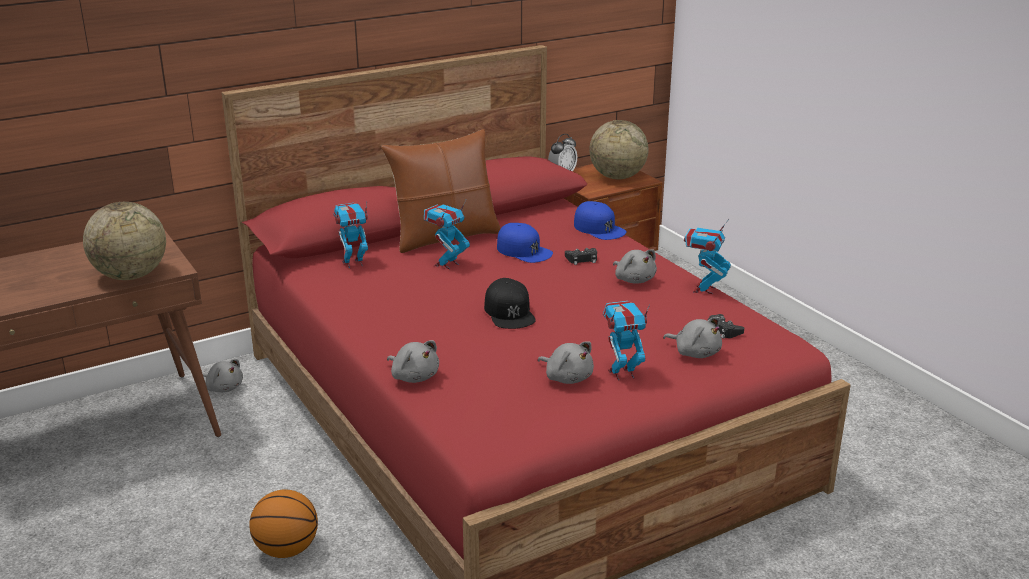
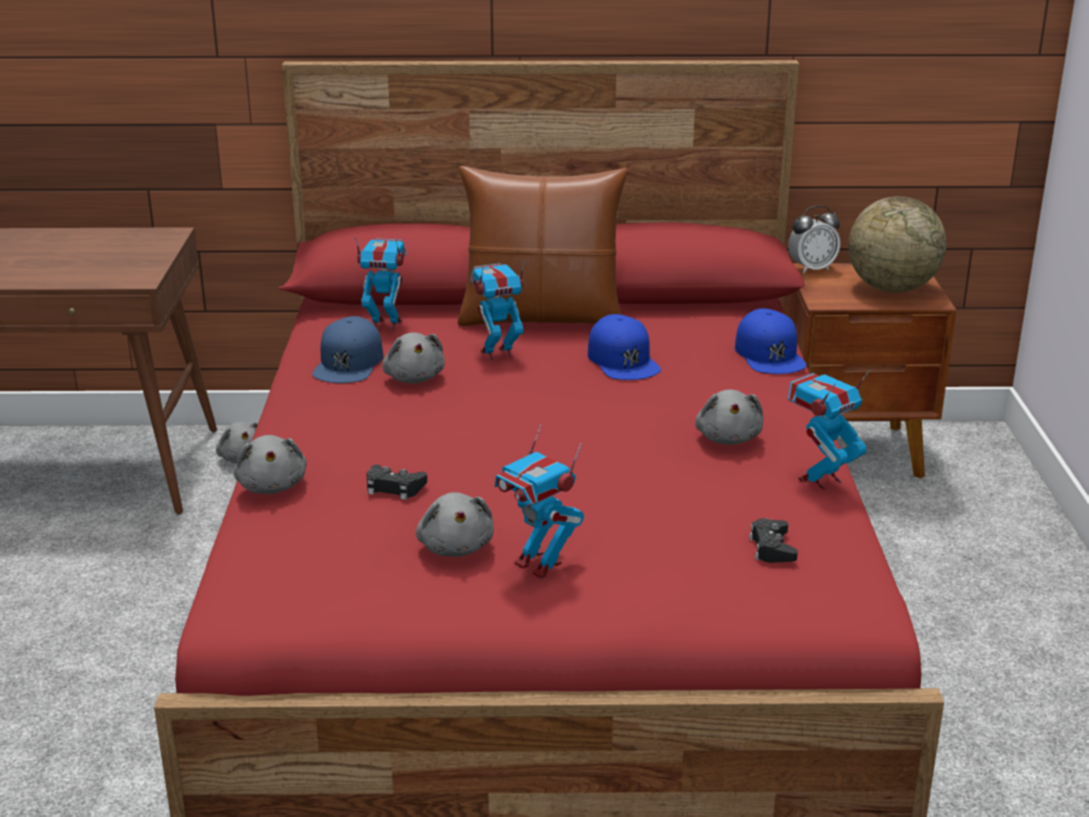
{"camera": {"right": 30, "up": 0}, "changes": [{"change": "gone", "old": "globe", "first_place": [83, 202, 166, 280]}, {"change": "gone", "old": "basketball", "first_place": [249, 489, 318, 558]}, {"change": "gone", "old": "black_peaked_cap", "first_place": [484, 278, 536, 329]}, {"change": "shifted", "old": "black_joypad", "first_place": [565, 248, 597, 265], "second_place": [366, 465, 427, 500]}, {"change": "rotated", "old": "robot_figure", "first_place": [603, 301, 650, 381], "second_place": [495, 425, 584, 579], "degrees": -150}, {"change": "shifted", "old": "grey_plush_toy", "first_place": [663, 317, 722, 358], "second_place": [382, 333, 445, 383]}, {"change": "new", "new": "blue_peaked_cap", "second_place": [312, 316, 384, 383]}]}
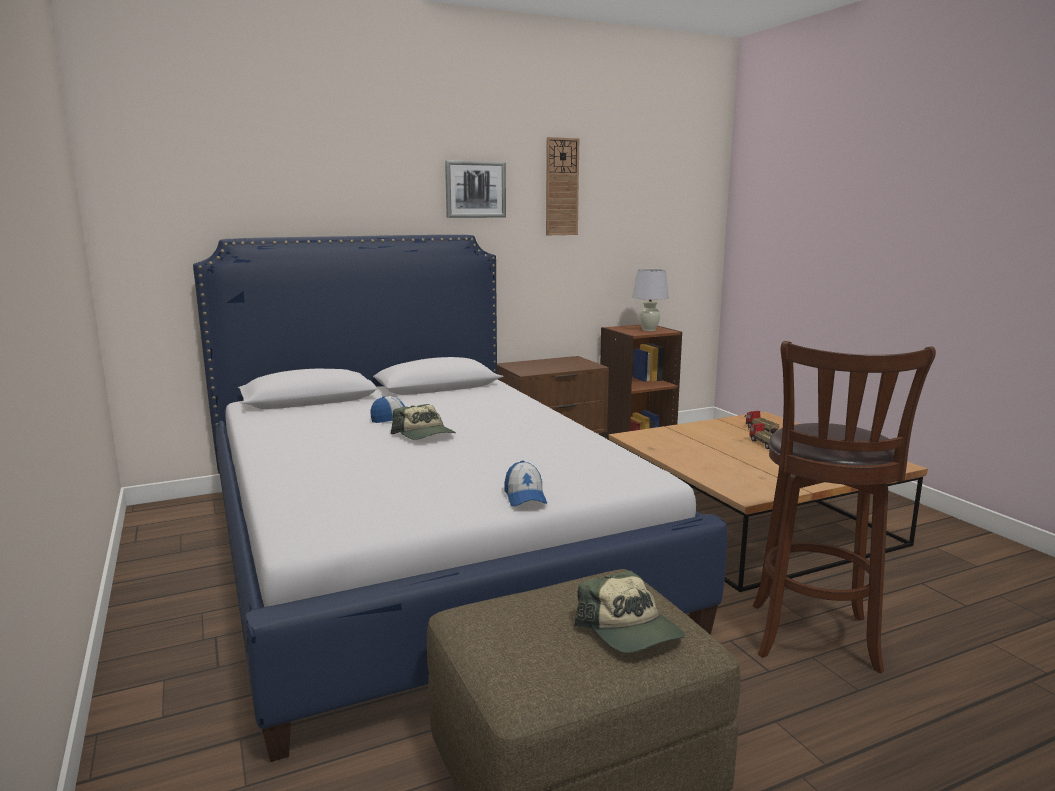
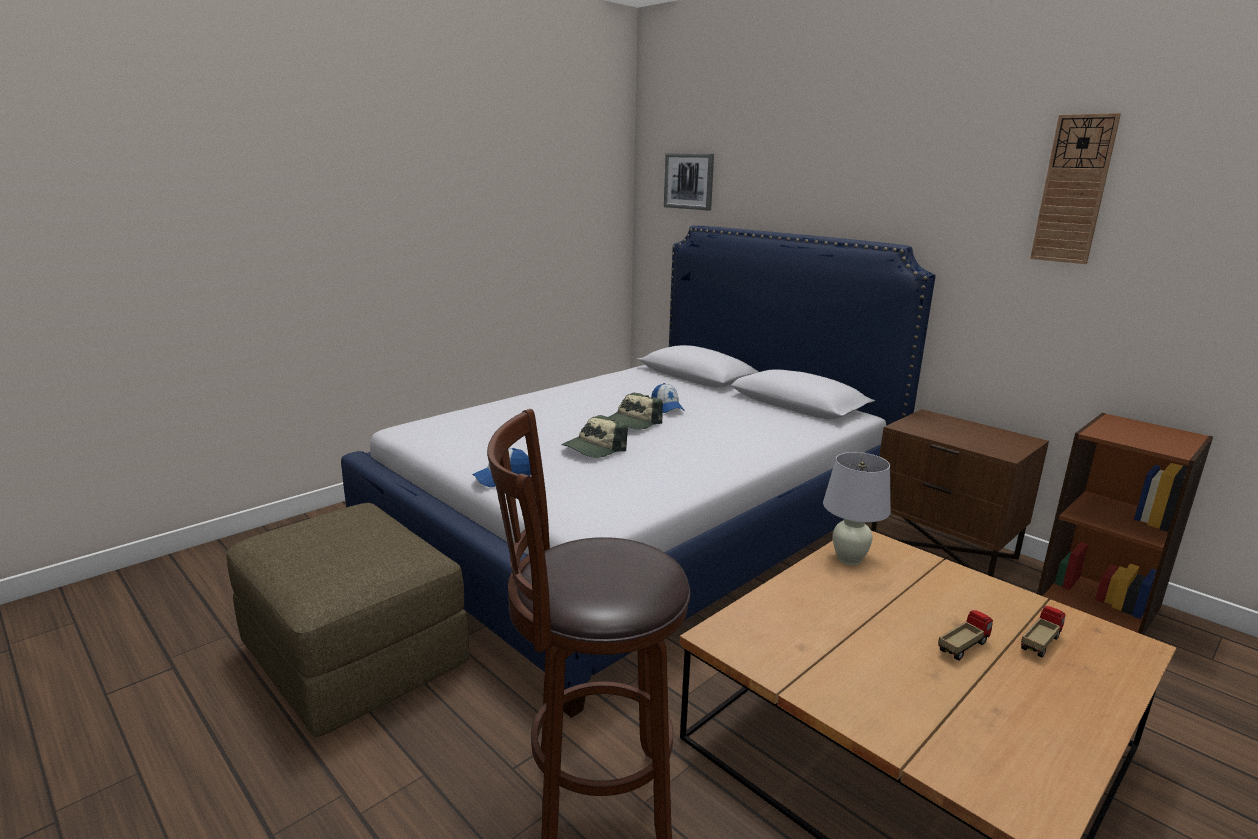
{"camera": {"right": 70, "up": 5}, "changes": [{"change": "shifted", "old": "picture", "first_place": [445, 160, 506, 218], "second_place": [664, 153, 714, 210]}, {"change": "shifted", "old": "peaked_cap", "first_place": [574, 571, 685, 653], "second_place": [561, 415, 628, 458]}, {"change": "shifted", "old": "white_lamp_for_a_table", "first_place": [632, 269, 669, 331], "second_place": [823, 452, 891, 565]}]}
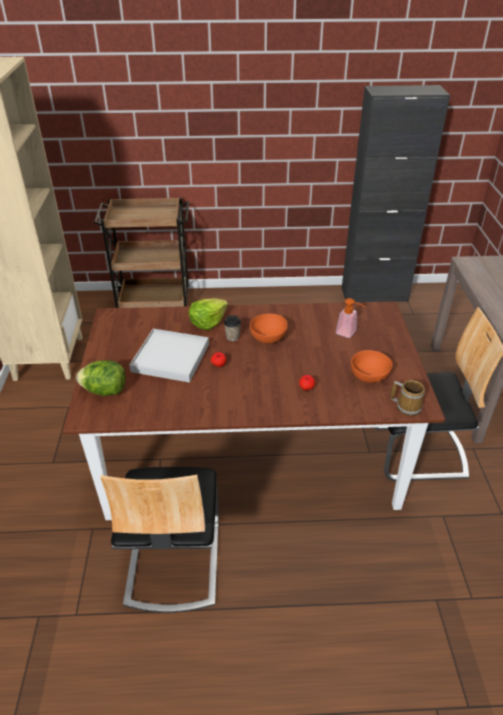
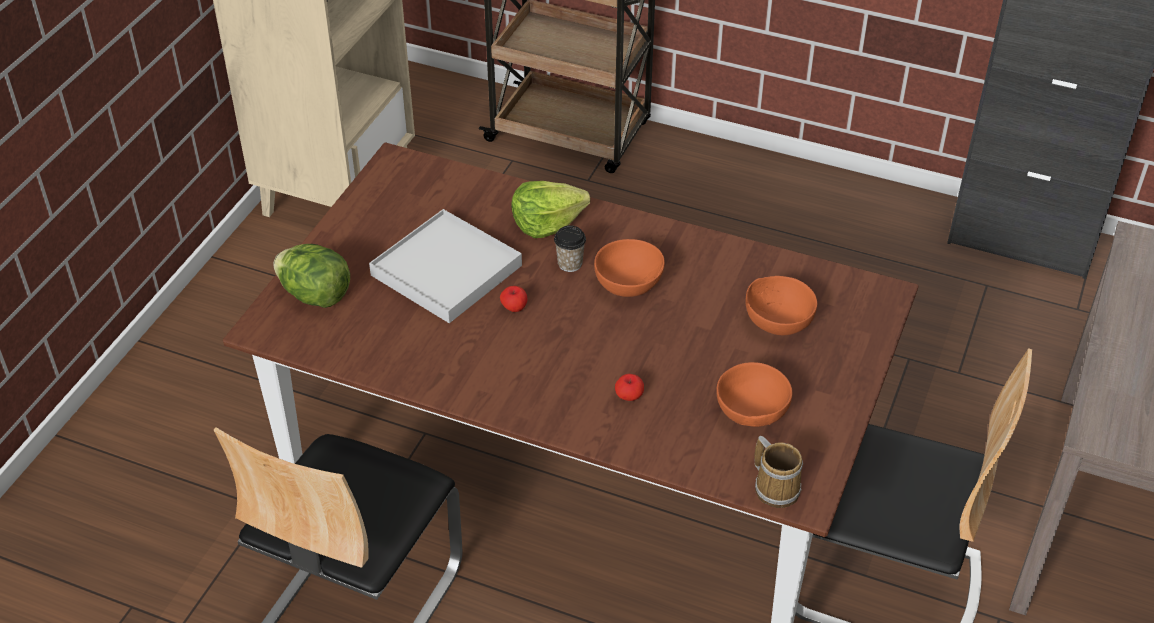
{"camera": {"right": 25, "up": 5}, "changes": [{"change": "swapped", "old": "liquid_soap_bottle", "new": "orangey_bowl", "first_place": [336, 298, 365, 338], "second_place": [746, 276, 817, 335]}]}
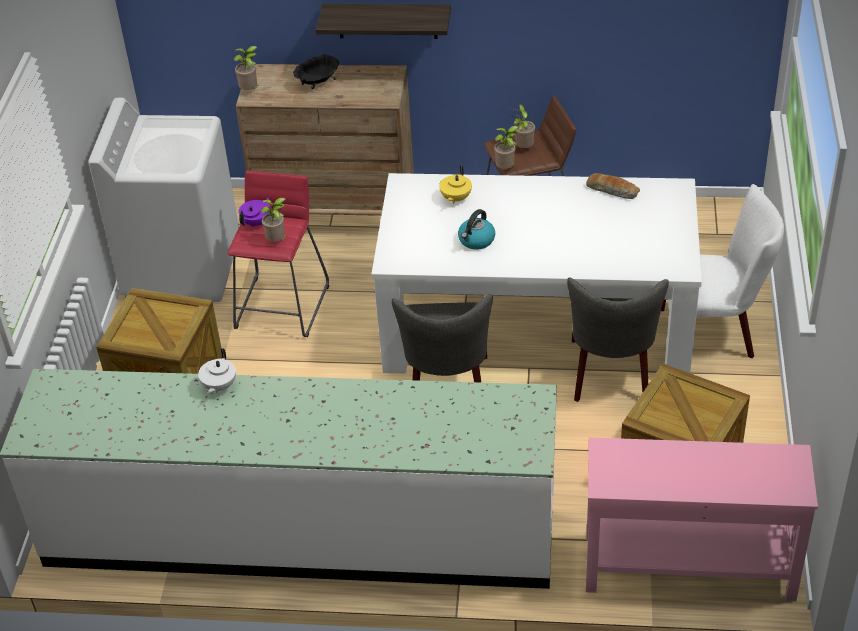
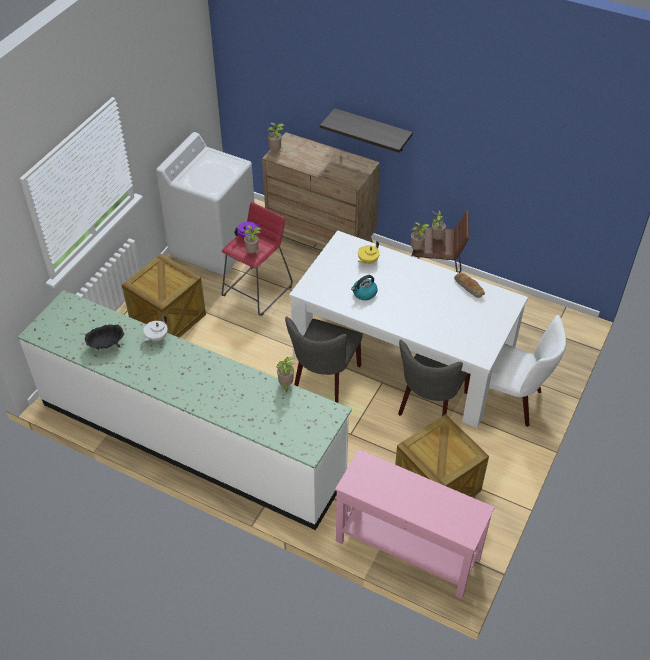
{"camera": {"right": 20, "up": 5}, "changes": [{"change": "shifted", "old": "black_bowl", "first_place": [293, 54, 339, 89], "second_place": [85, 324, 124, 350]}, {"change": "new", "new": "plant_in_a_pot", "second_place": [276, 357, 294, 392]}]}
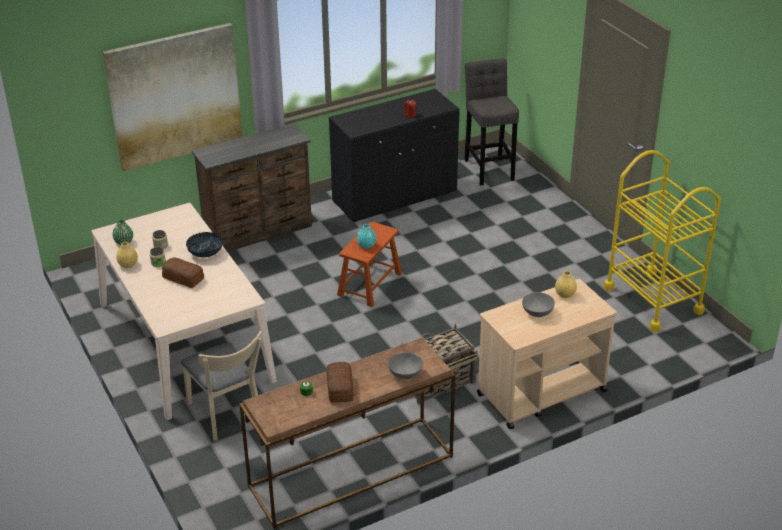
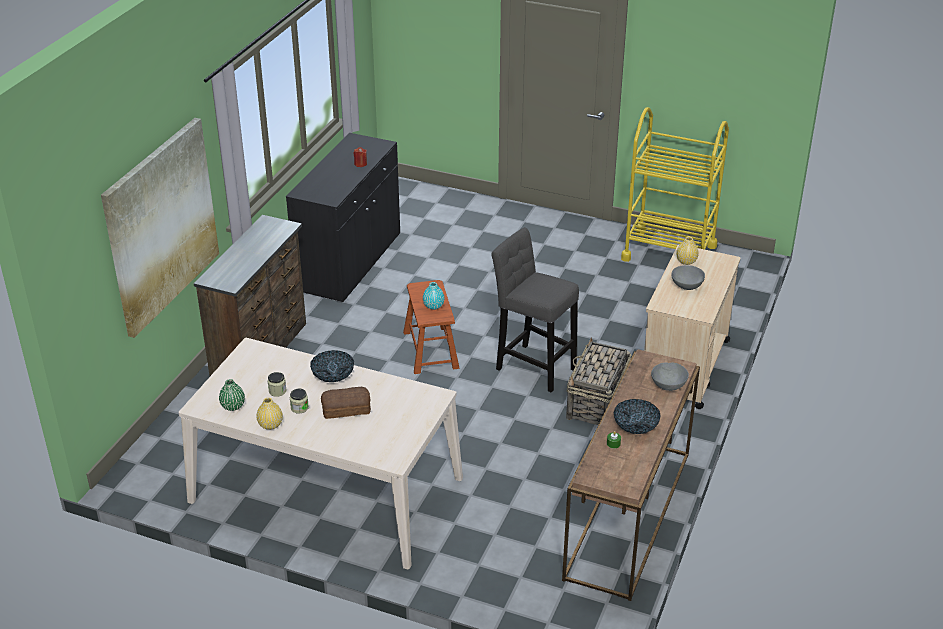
{"camera": {"right": -40, "up": 0}, "changes": [{"change": "gone", "old": "beige-coloured_plain_chair", "first_place": [181, 331, 262, 441]}, {"change": "swapped", "old": "baked_bread", "new": "bowl", "first_place": [326, 362, 354, 403], "second_place": [614, 399, 661, 434]}, {"change": "shifted", "old": "grey_stool", "first_place": [464, 58, 519, 185], "second_place": [491, 227, 579, 392]}]}
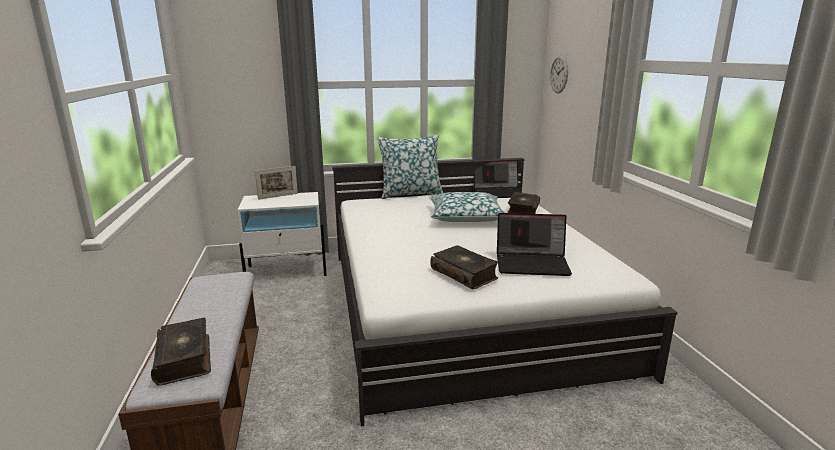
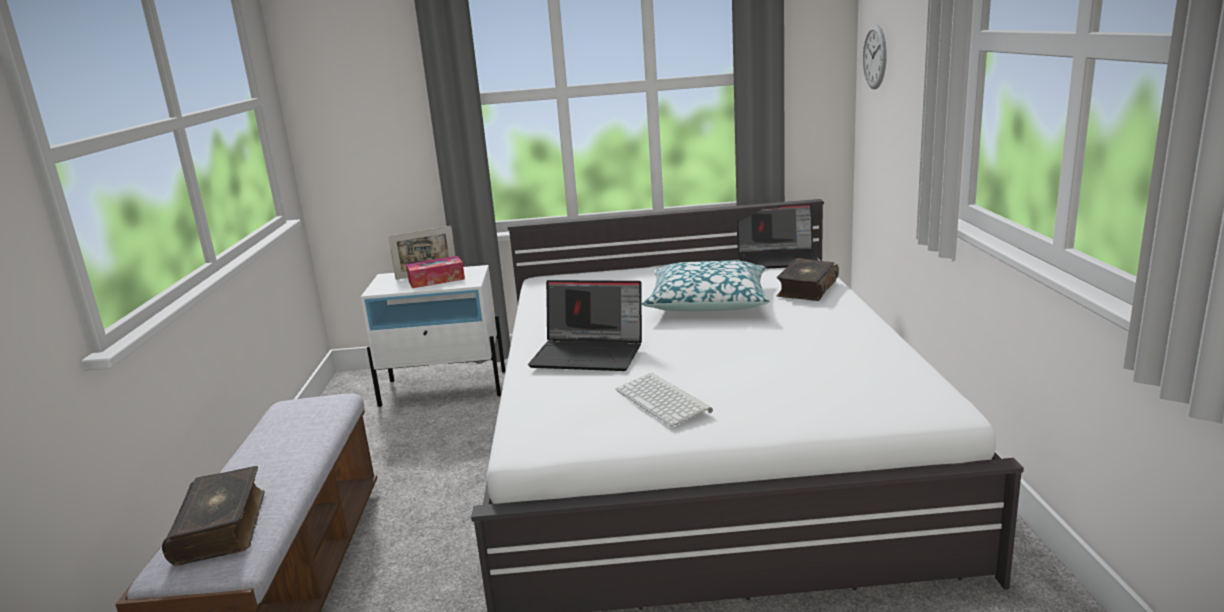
{"camera": {"right": 10, "up": 0}, "changes": [{"change": "gone", "old": "pillow", "first_place": [377, 135, 443, 199]}, {"change": "swapped", "old": "book", "new": "computer_keyboard", "first_place": [430, 245, 498, 289], "second_place": [615, 373, 713, 426]}, {"change": "shifted", "old": "laptop", "first_place": [497, 213, 572, 276], "second_place": [528, 280, 642, 371]}, {"change": "new", "new": "box_of_tissues", "second_place": [406, 256, 465, 288]}]}
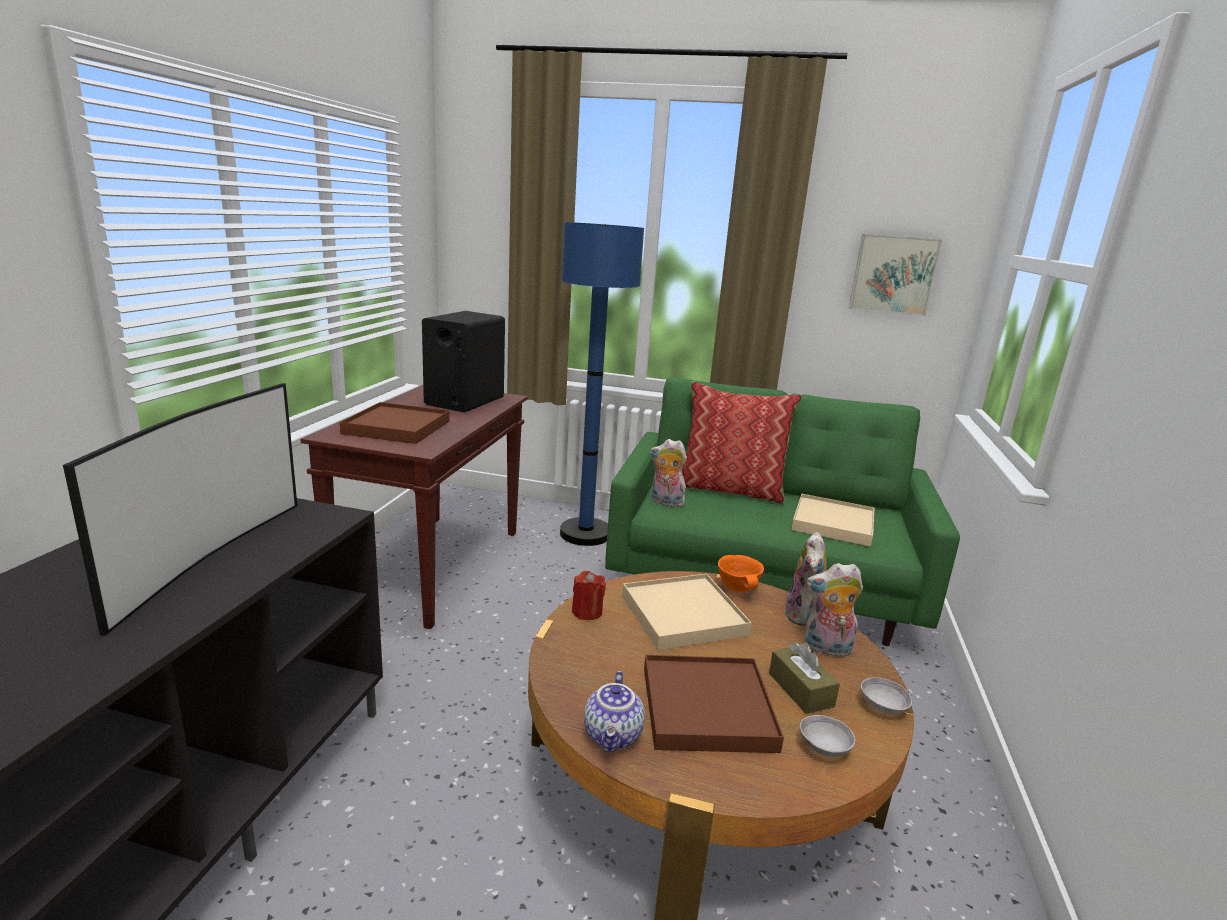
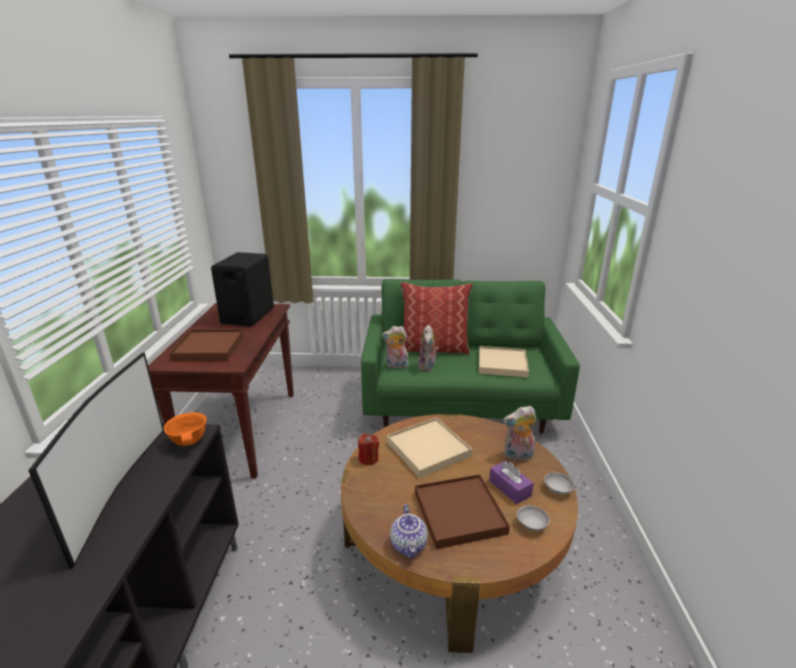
{"camera": {"right": -10, "up": 5}, "changes": [{"change": "gone", "old": "blue_standard_lamp", "first_place": [560, 222, 644, 546]}, {"change": "shifted", "old": "orangey_bowl", "first_place": [718, 555, 764, 592], "second_place": [164, 412, 207, 446]}, {"change": "repainted", "old": "brownish_box_of_tissues", "new": "purplish_box_of_tissues", "first_place": [769, 642, 840, 714], "second_place": [489, 461, 534, 504]}, {"change": "shifted", "old": "plush_toy", "first_place": [784, 532, 827, 626], "second_place": [418, 325, 439, 371]}, {"change": "gone", "old": "picture", "first_place": [849, 234, 942, 316]}]}
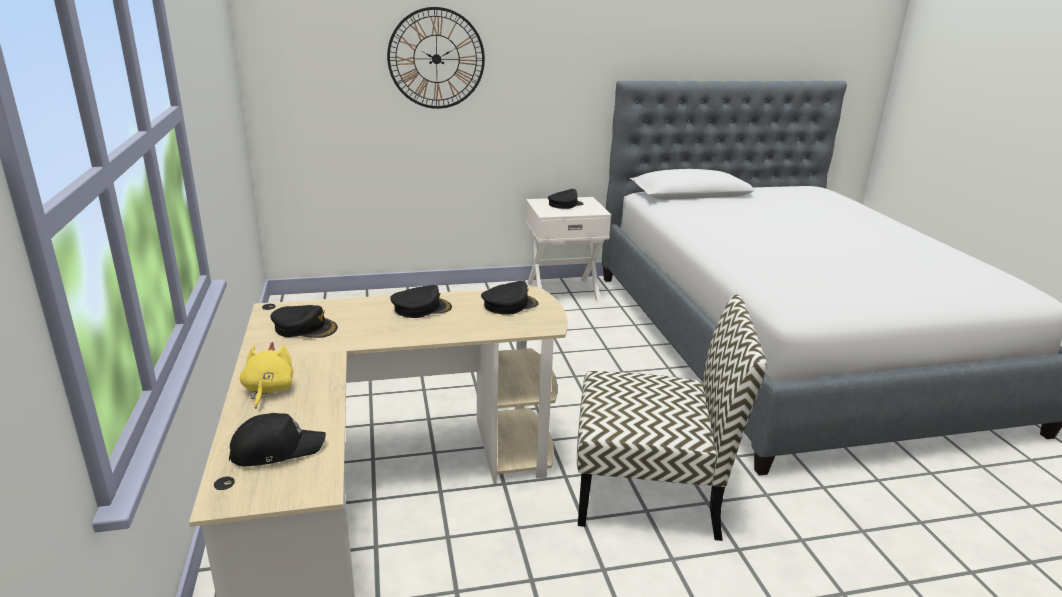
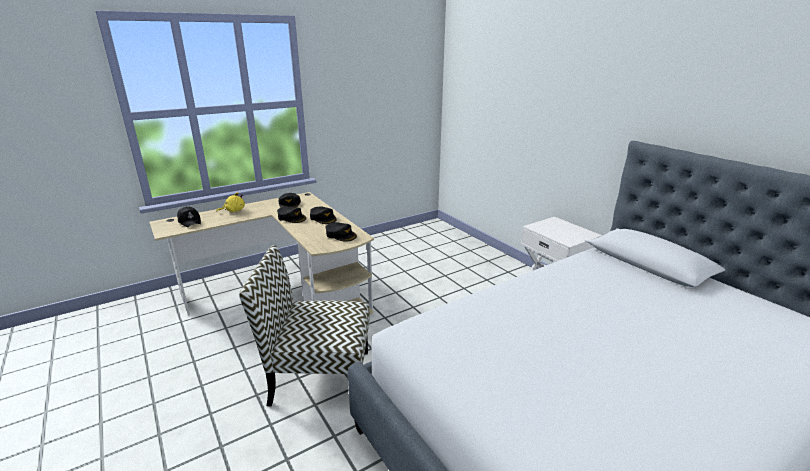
{"camera": {"right": 70, "up": 0}, "changes": [{"change": "gone", "old": "wall_clock", "first_place": [387, 7, 485, 109]}, {"change": "shifted", "old": "black_peaked_cap", "first_place": [548, 189, 583, 209], "second_place": [277, 207, 306, 223]}, {"change": "rotated", "old": "plain_chair", "first_place": [577, 295, 767, 541], "second_place": [239, 245, 370, 406], "degrees": 105}]}
